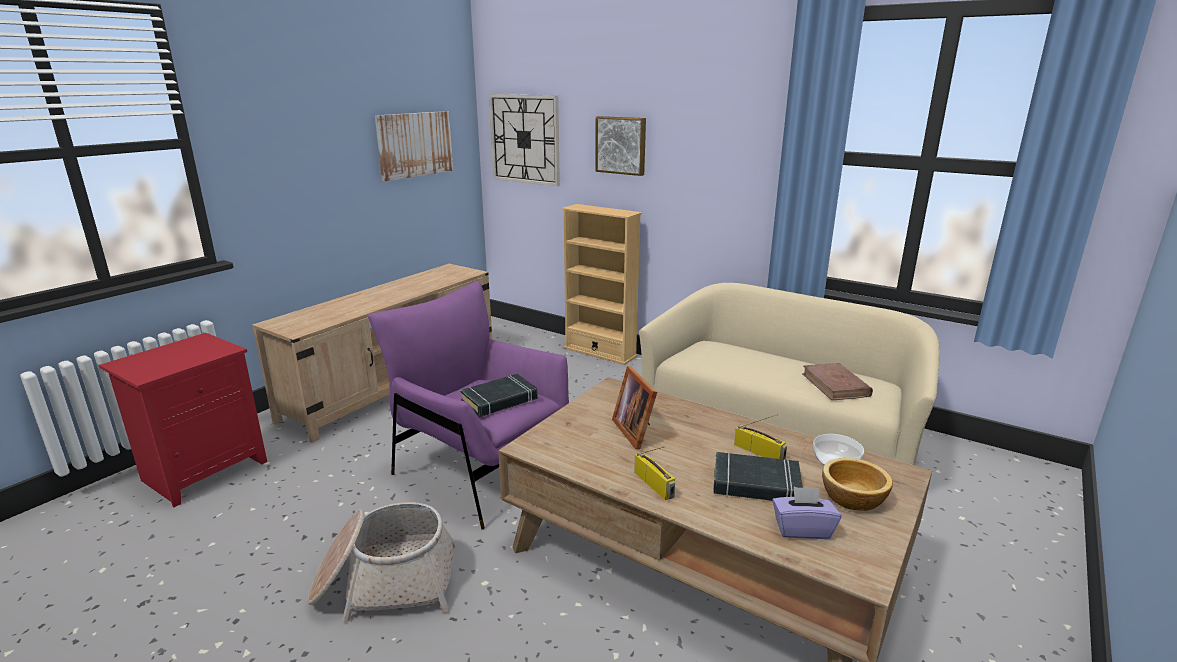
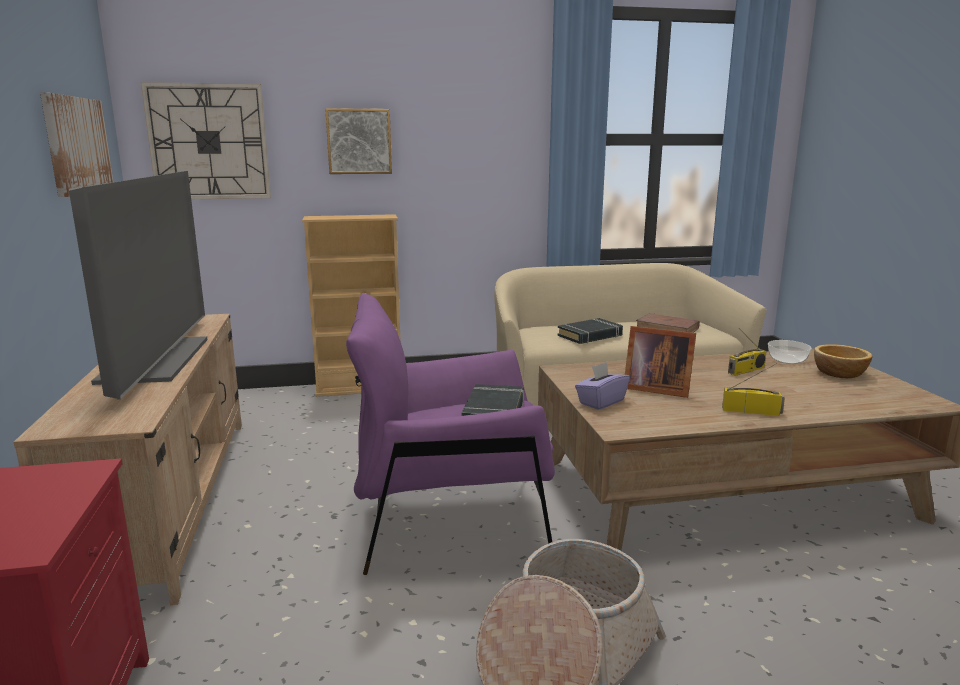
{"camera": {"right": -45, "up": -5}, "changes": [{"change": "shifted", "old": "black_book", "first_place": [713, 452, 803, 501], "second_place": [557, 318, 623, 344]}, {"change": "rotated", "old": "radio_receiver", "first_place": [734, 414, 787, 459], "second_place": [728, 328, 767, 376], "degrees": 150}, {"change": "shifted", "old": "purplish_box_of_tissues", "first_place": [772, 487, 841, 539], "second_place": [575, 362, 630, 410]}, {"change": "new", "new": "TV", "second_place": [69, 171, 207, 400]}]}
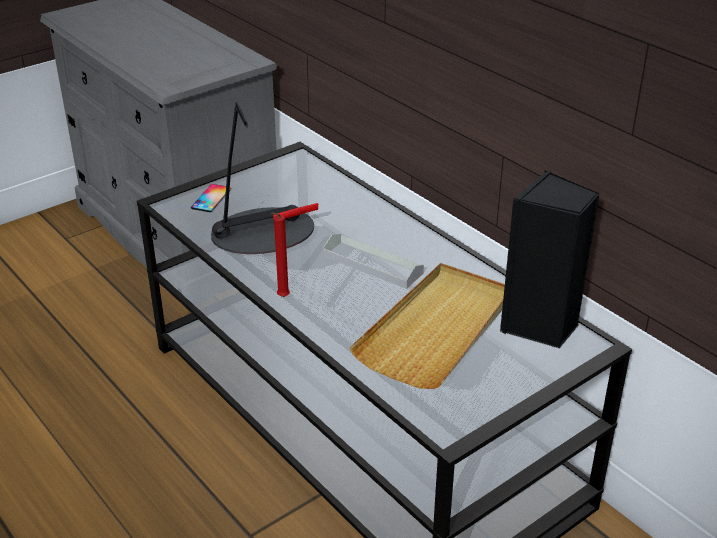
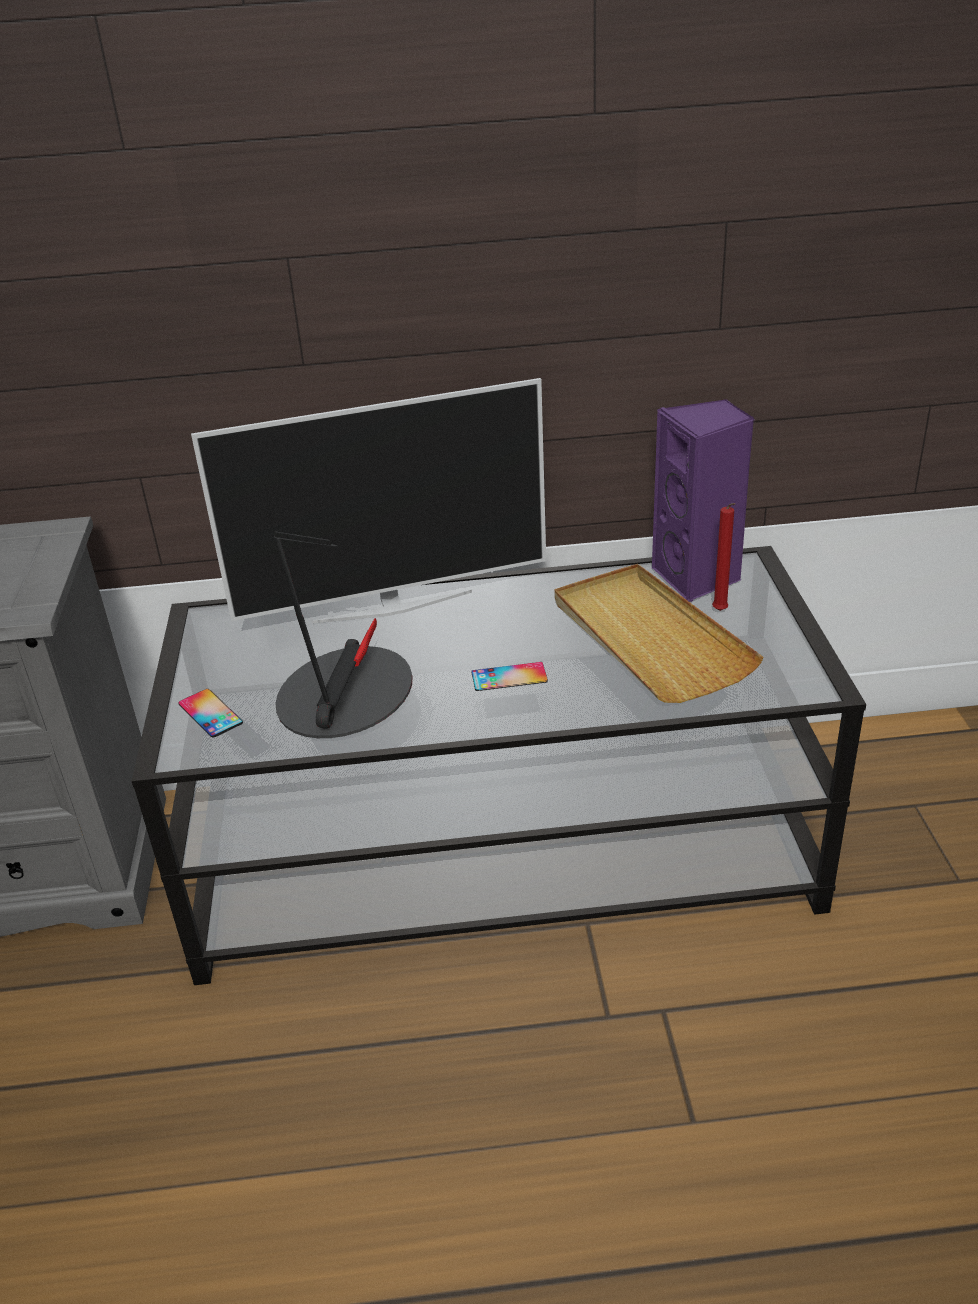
{"camera": {"right": -55, "up": 0}, "changes": [{"change": "shifted", "old": "red-coloured_wax_candle", "first_place": [271, 213, 290, 297], "second_place": [712, 503, 735, 611]}, {"change": "gone", "old": "grey_carrying_tray", "first_place": [323, 234, 424, 289]}, {"change": "repainted", "old": "black_speaker", "new": "purplish_speaker", "first_place": [500, 170, 600, 348], "second_place": [652, 399, 754, 602]}, {"change": "new", "new": "TV", "second_place": [191, 378, 546, 624]}, {"change": "new", "new": "telephone", "second_place": [472, 662, 548, 691]}]}
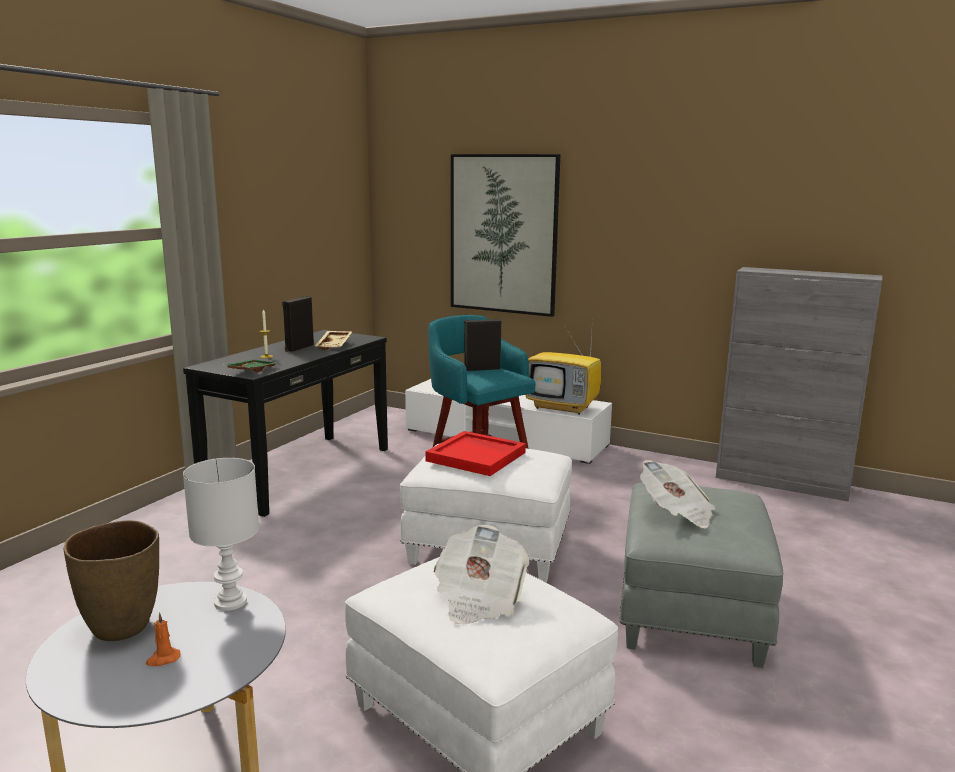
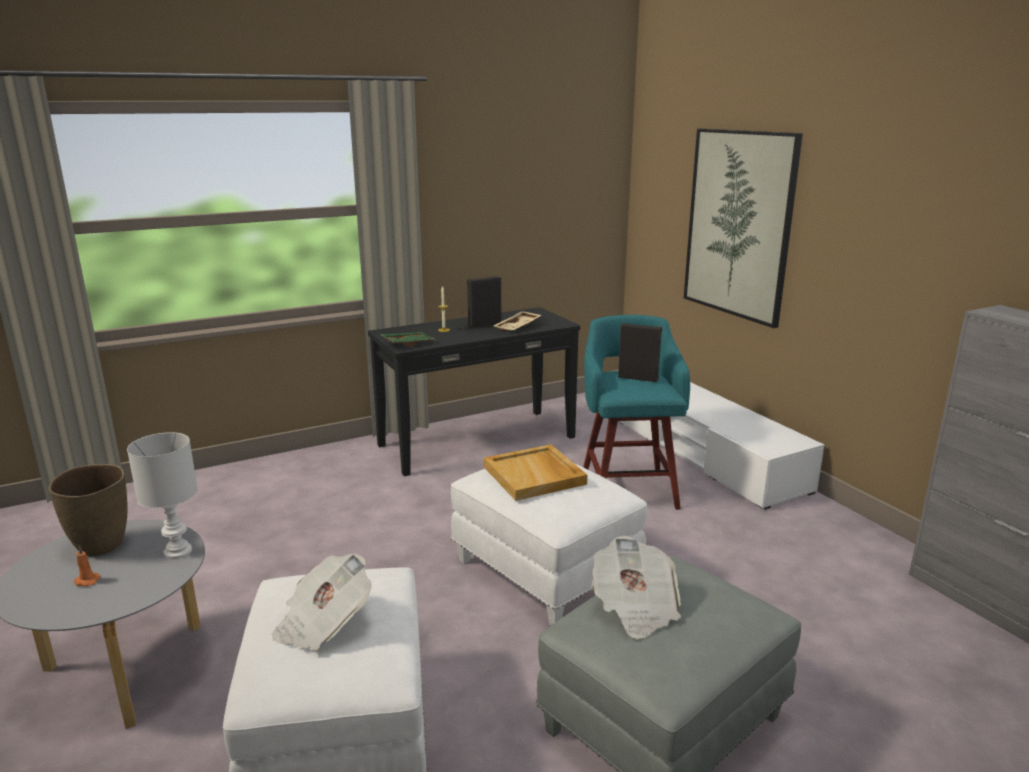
{"camera": {"right": 35, "up": 5}, "changes": [{"change": "repainted", "old": "red-coloured_carrying_tray", "new": "beige-coloured_carrying_tray", "first_place": [425, 431, 526, 476], "second_place": [484, 444, 587, 501]}, {"change": "gone", "old": "TV", "first_place": [526, 332, 601, 415]}]}
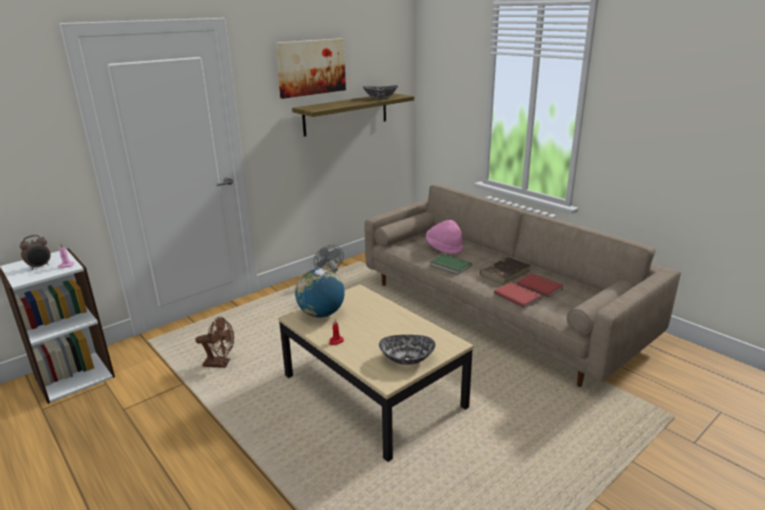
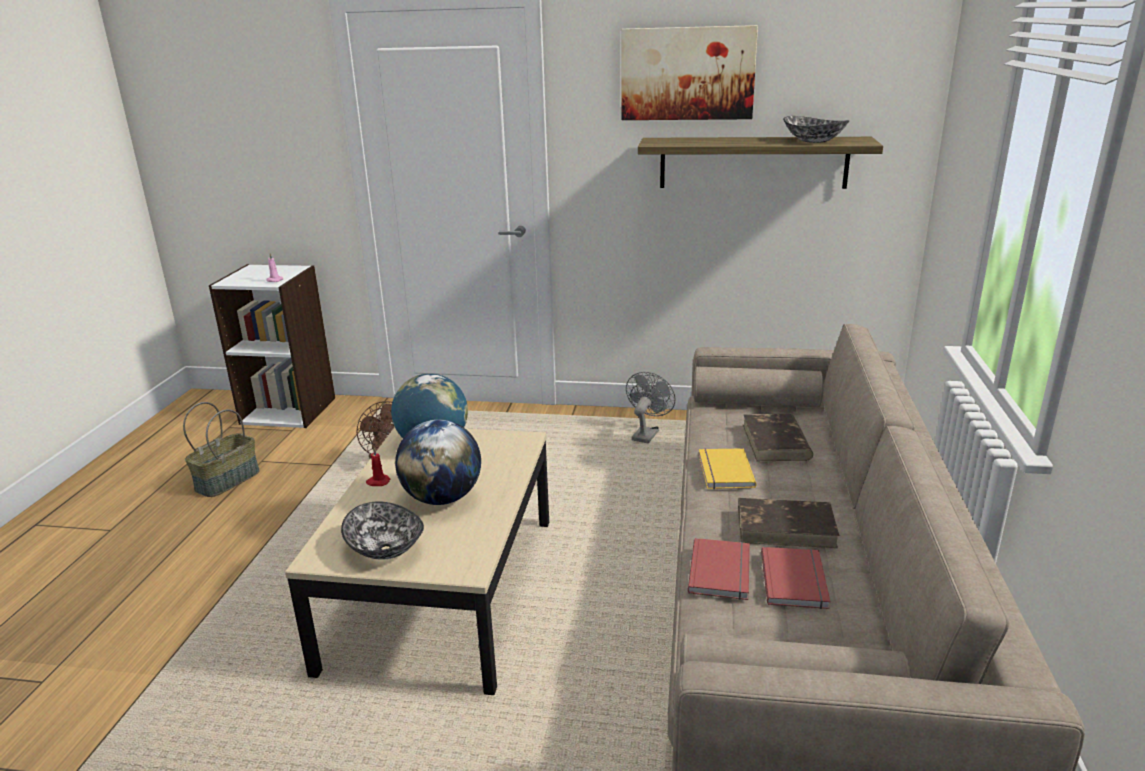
{"camera": {"right": 50, "up": 0}, "changes": [{"change": "gone", "old": "bedside_clock", "first_place": [20, 235, 51, 270]}, {"change": "swapped", "old": "pink-coloured_hat", "new": "brownish_book", "first_place": [426, 220, 463, 254], "second_place": [743, 414, 813, 461]}, {"change": "repainted", "old": "green_book", "new": "yellow_book", "first_place": [430, 254, 472, 274], "second_place": [699, 448, 757, 489]}, {"change": "new", "new": "storage_basket", "second_place": [183, 402, 260, 497]}, {"change": "new", "new": "globe", "second_place": [395, 420, 481, 505]}]}
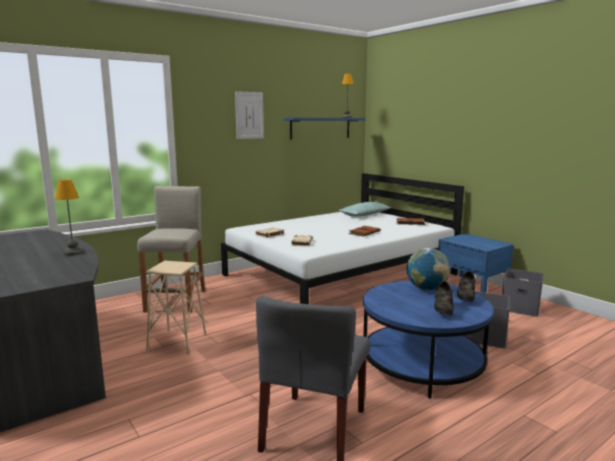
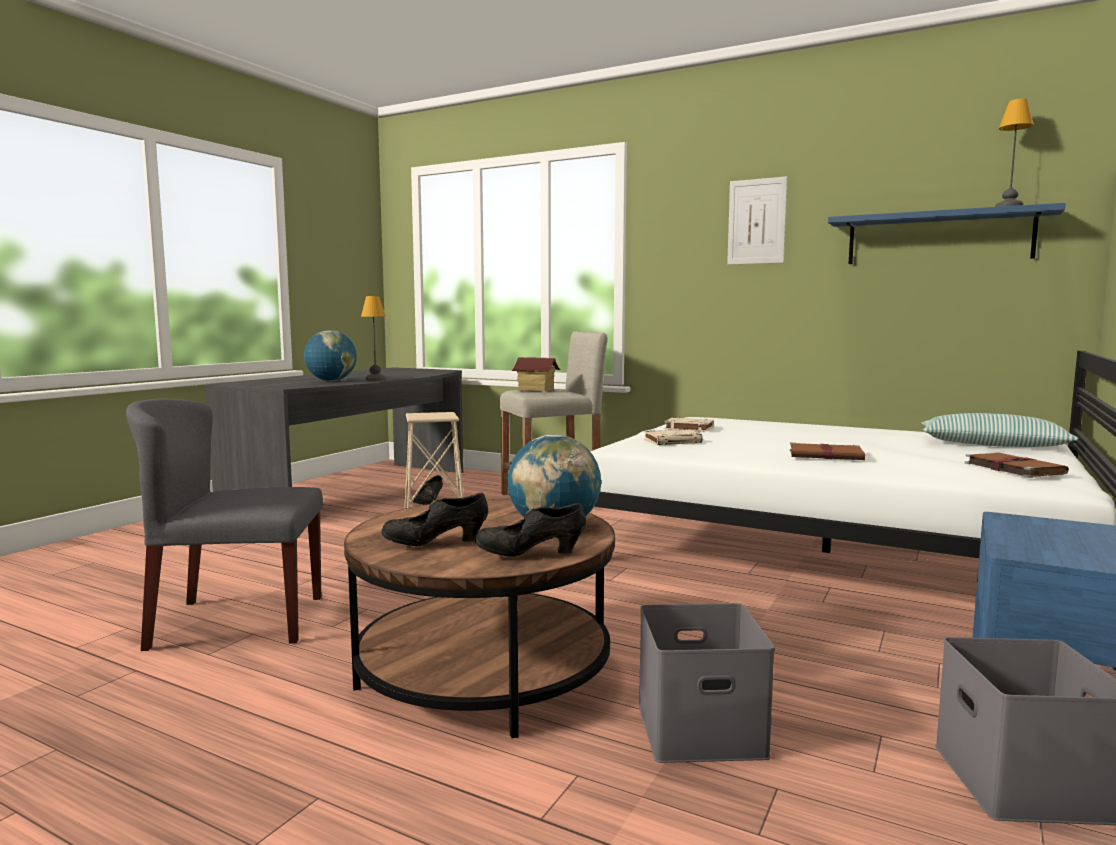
{"camera": {"right": 65, "up": -5}, "changes": [{"change": "repainted", "old": "blue_lounge_table", "new": "brownish_lounge_table", "first_place": [363, 281, 494, 398], "second_place": [344, 500, 615, 738]}, {"change": "new", "new": "globe", "second_place": [304, 330, 357, 381]}, {"change": "new", "new": "black_low_shoe", "second_place": [413, 475, 443, 505]}, {"change": "new", "new": "model_house", "second_place": [511, 357, 560, 392]}]}
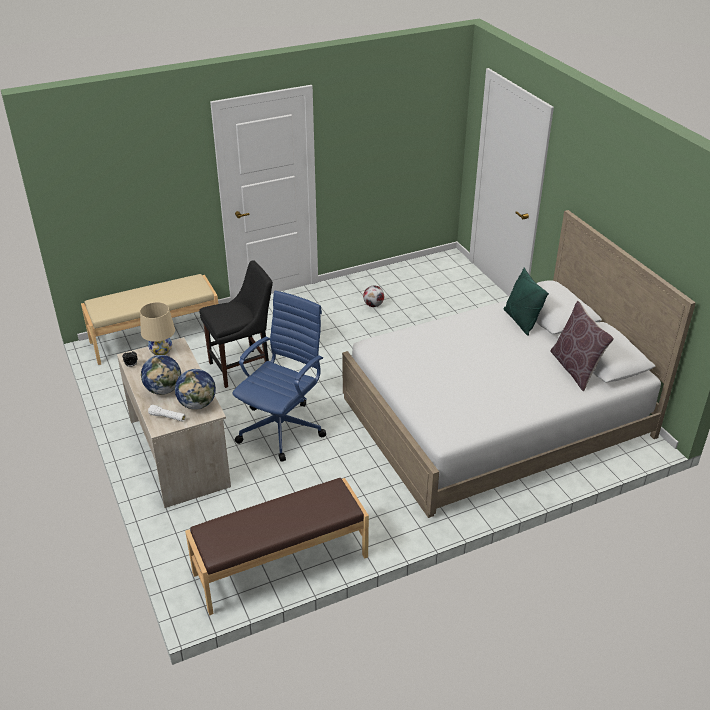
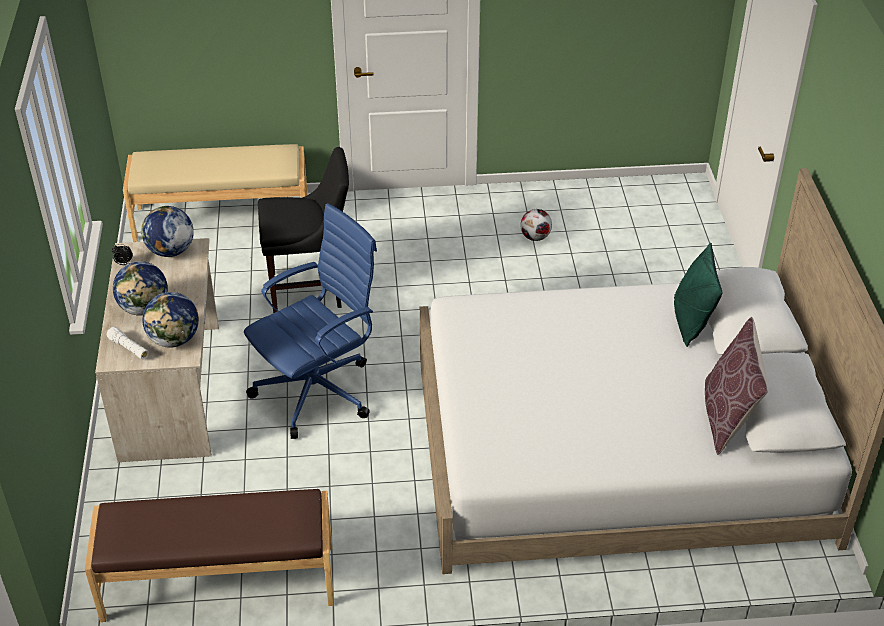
{"camera": {"right": 20, "up": 5}, "changes": [{"change": "swapped", "old": "beige-coloured_lamp_for_a_table", "new": "globe", "first_place": [140, 302, 175, 355], "second_place": [141, 206, 194, 257]}]}
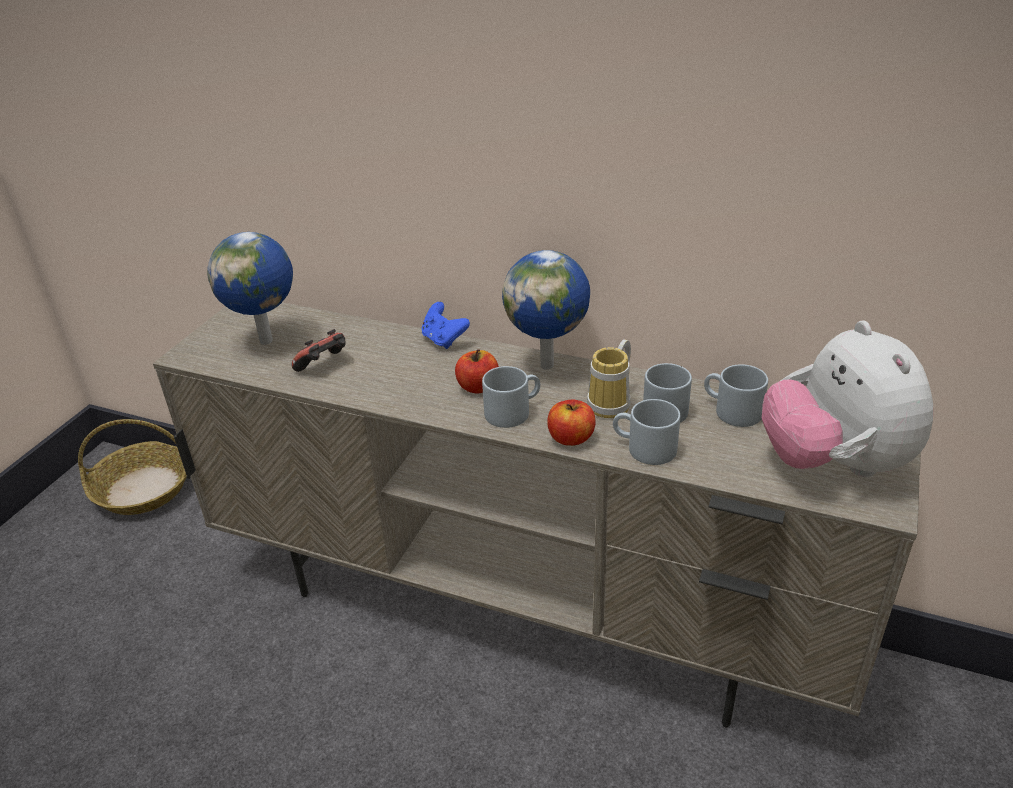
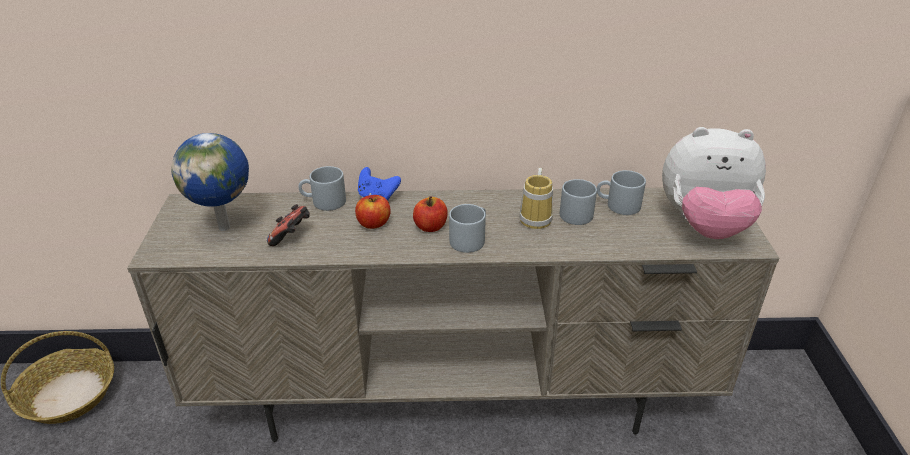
{"camera": {"right": -25, "up": 0}, "changes": [{"change": "gone", "old": "globe", "first_place": [502, 250, 590, 370]}, {"change": "shifted", "old": "whole_apple", "first_place": [547, 400, 596, 446], "second_place": [355, 195, 391, 229]}, {"change": "shifted", "old": "grey_coffee_mug", "first_place": [613, 399, 680, 465], "second_place": [299, 166, 346, 211]}, {"change": "rotated", "old": "plush_toy", "first_place": [762, 320, 933, 477], "second_place": [662, 127, 766, 239], "degrees": -45}]}
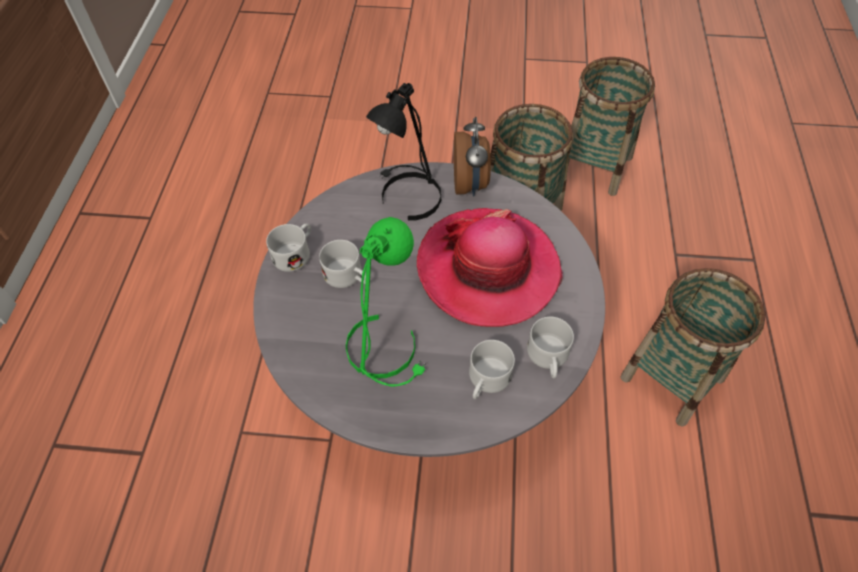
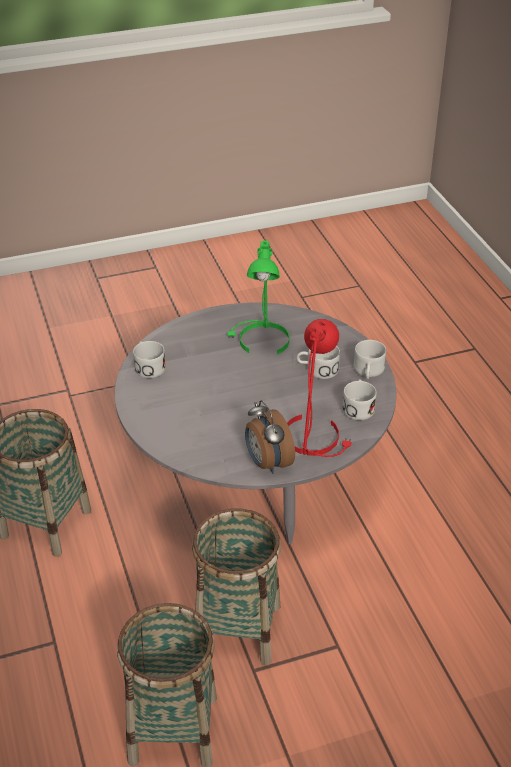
{"camera": {"right": 155, "up": -15}, "changes": [{"change": "repainted", "old": "black_lamp_for_a_table", "new": "red-coloured_lamp_for_a_table", "first_place": [366, 83, 441, 221], "second_place": [287, 319, 352, 457]}, {"change": "gone", "old": "hat", "first_place": [417, 208, 563, 327]}, {"change": "shifted", "old": "white_coffee_mug", "first_place": [469, 340, 515, 399], "second_place": [342, 379, 377, 420]}]}
